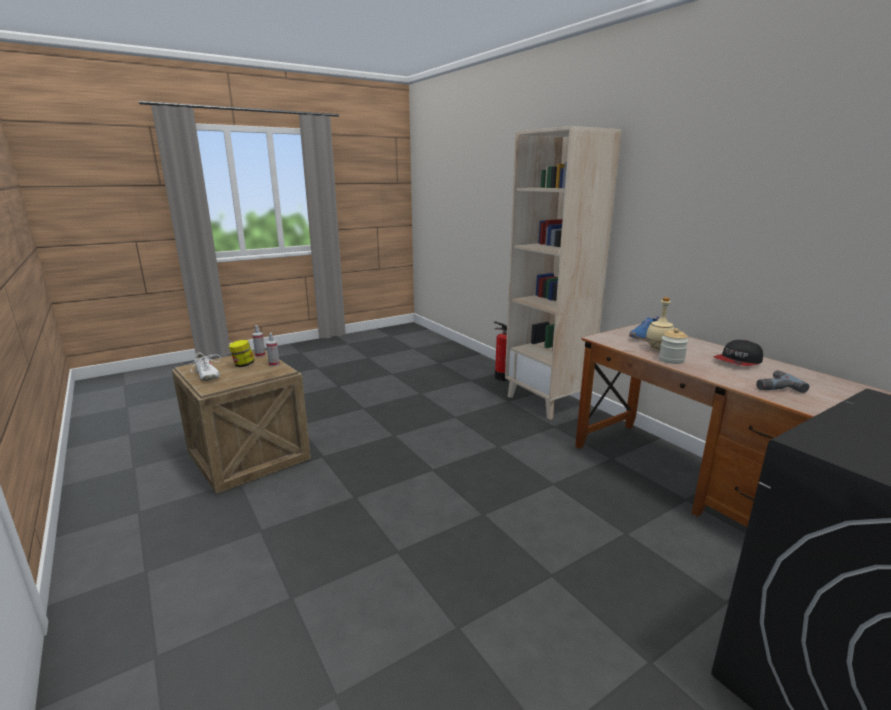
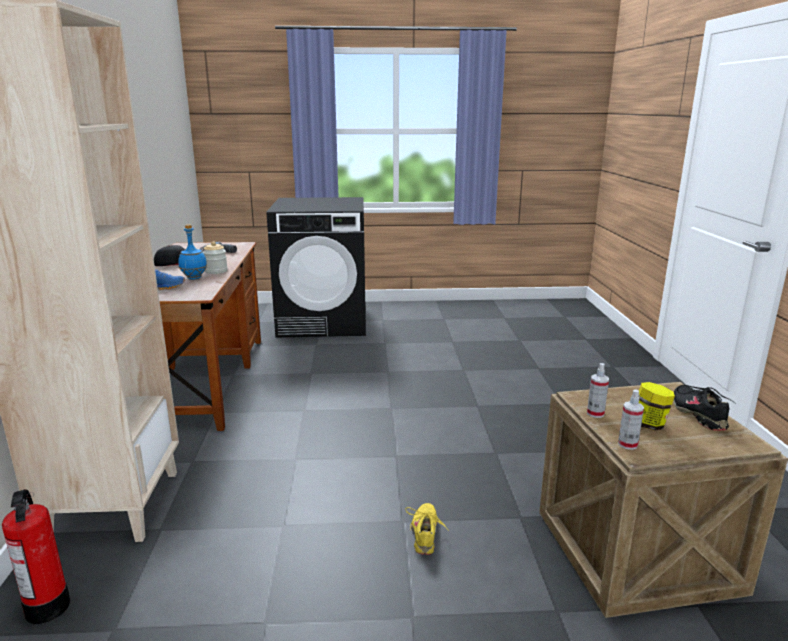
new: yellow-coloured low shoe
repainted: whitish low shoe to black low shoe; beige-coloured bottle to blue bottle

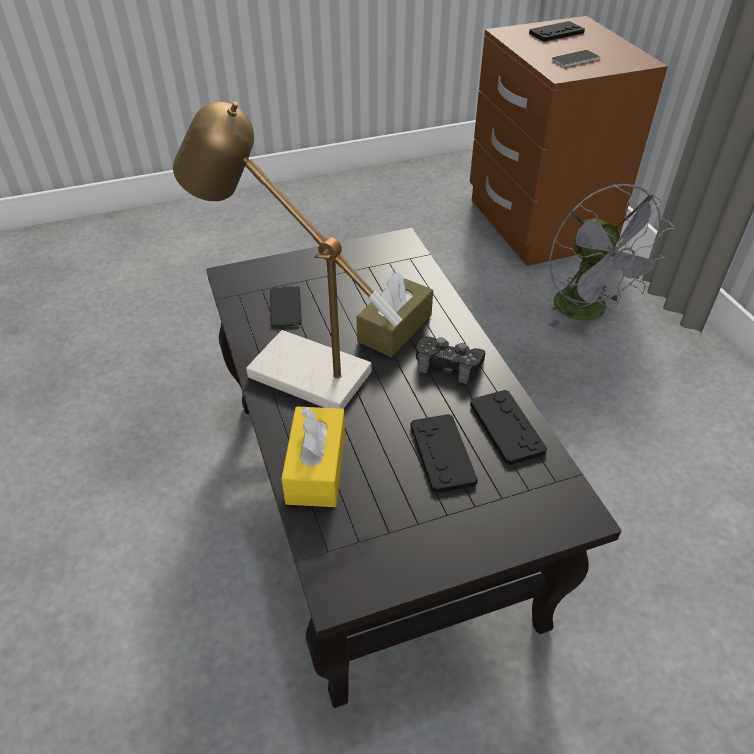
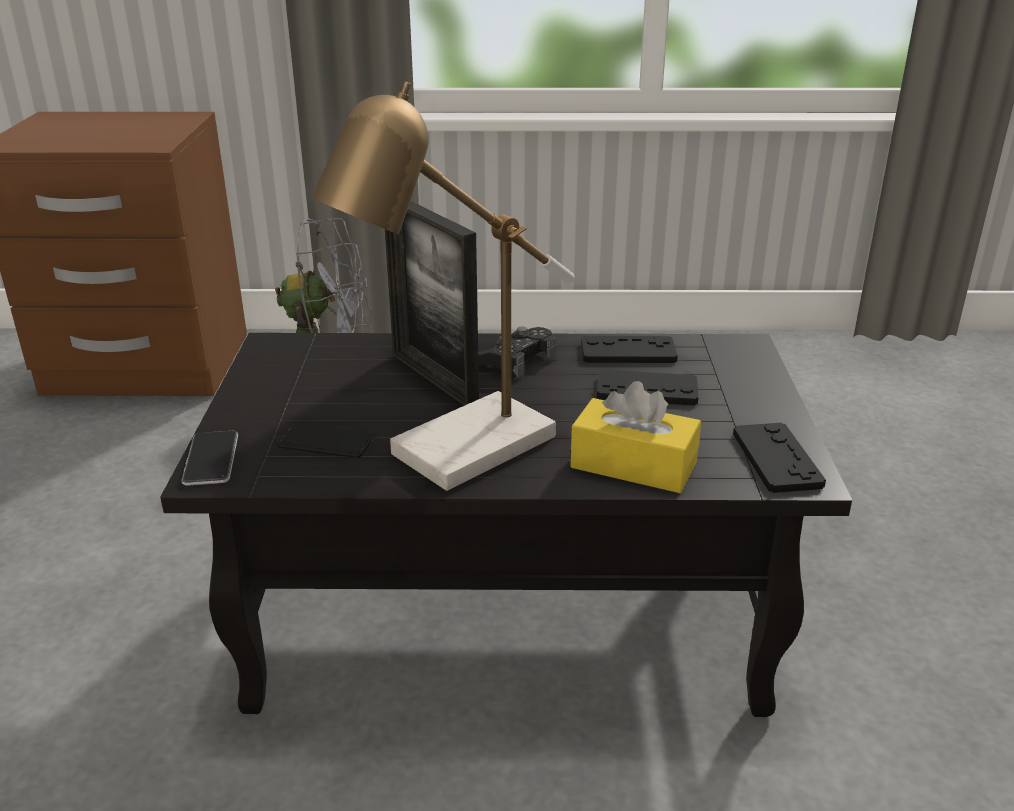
shifted: black game controller (no. 4 from left); phone (no. 2 from left in the first image) to phone (no. 1 from left)
swapped: brown-coloured tissue holder to standing frame

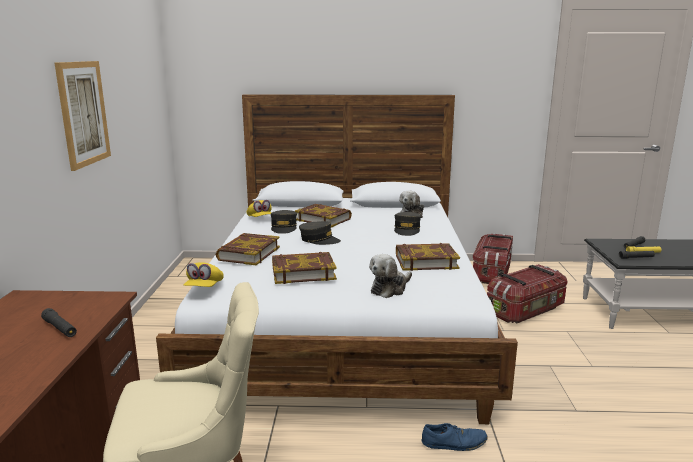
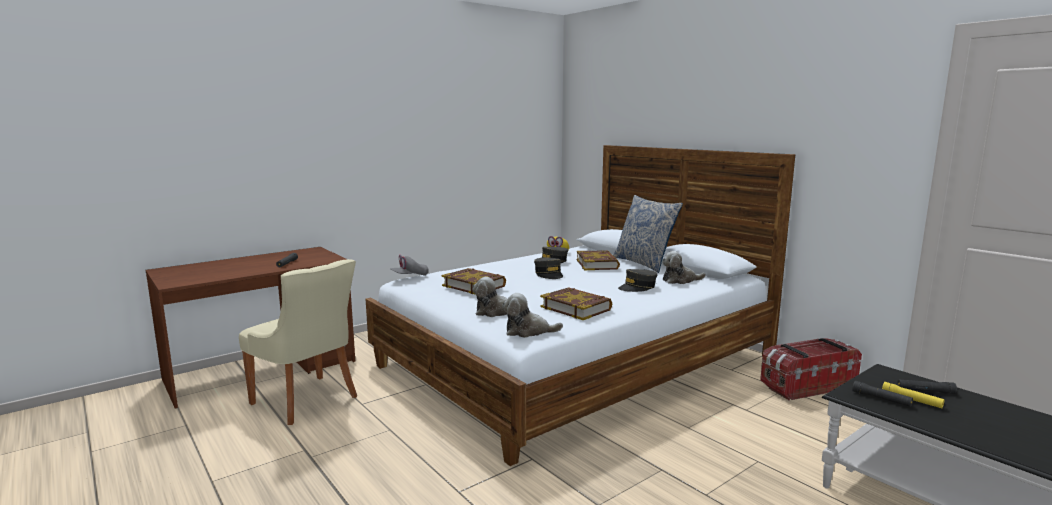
gone: wall picture; book (no. 1 from left); blue low shoe; storage container (no. 2 from left)
new: plush toy (no. 2 from left); pillow
repainted: yellow-coloured baseball cap (no. 1 from left) to grey baseball cap (no. 1 from left)

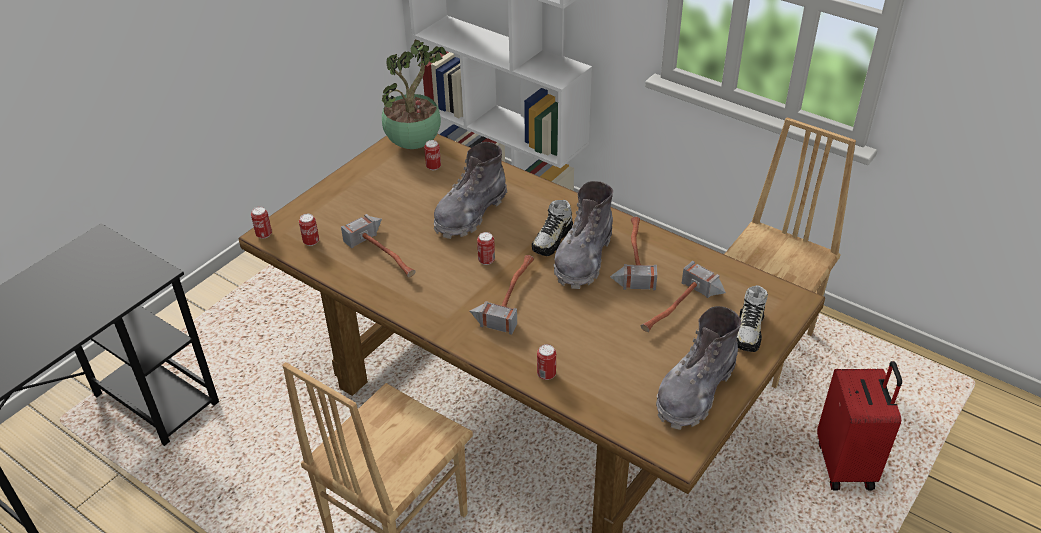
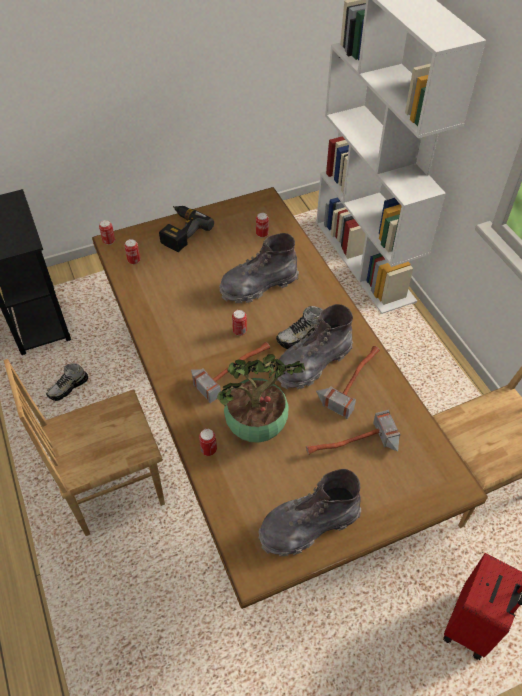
gone: hammer (no. 1 from left)
new: power drill
shifted: houseplant; low shoe (no. 2 from left in the first image) to low shoe (no. 1 from left)

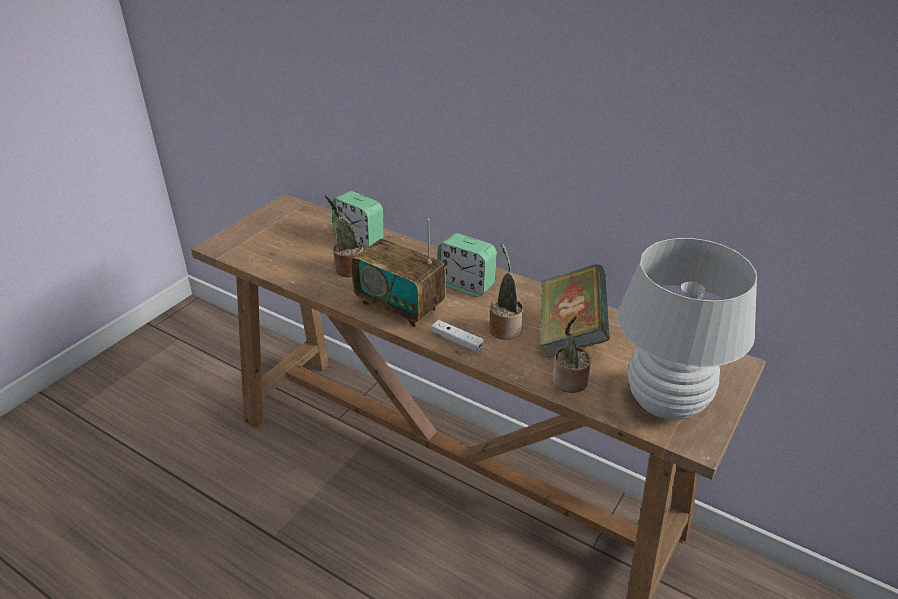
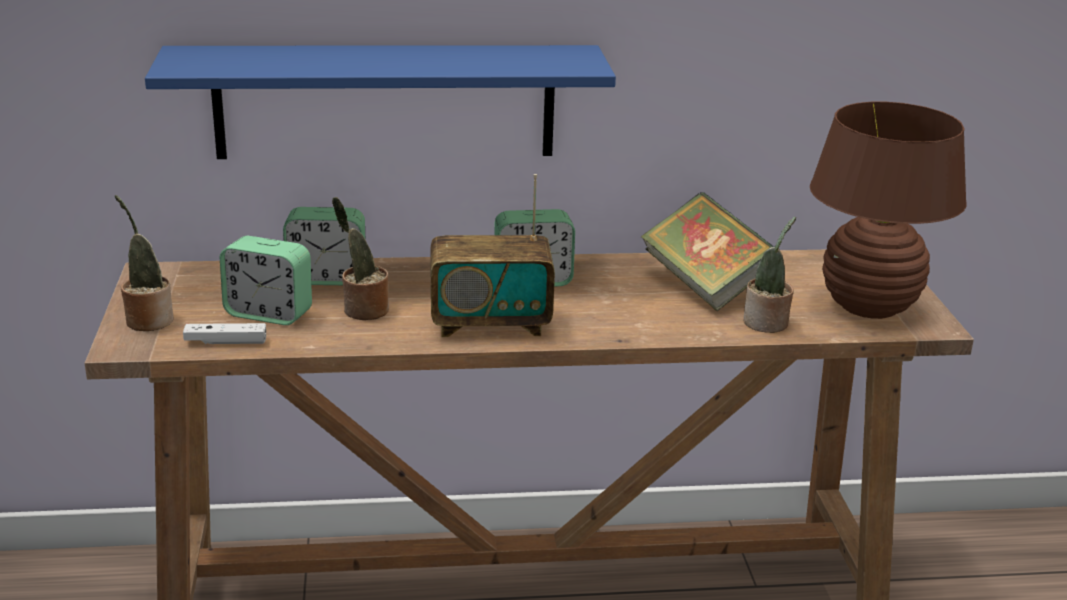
new: blue wall shelf; bedside clock (no. 1 from left)
shifted: whitish game controller; houseplant (no. 2 from left in the first image) to houseplant (no. 1 from left)
repainted: whitish lamp for a table to brown-coloured lamp for a table

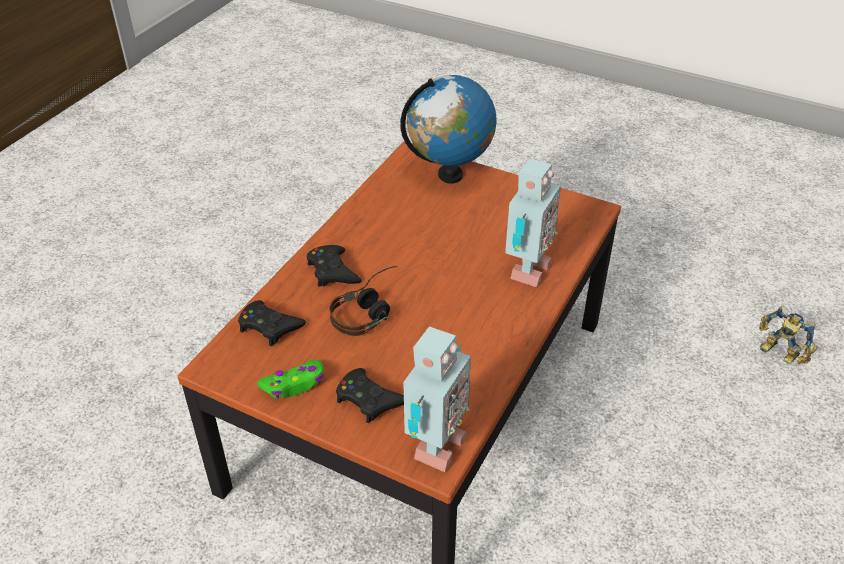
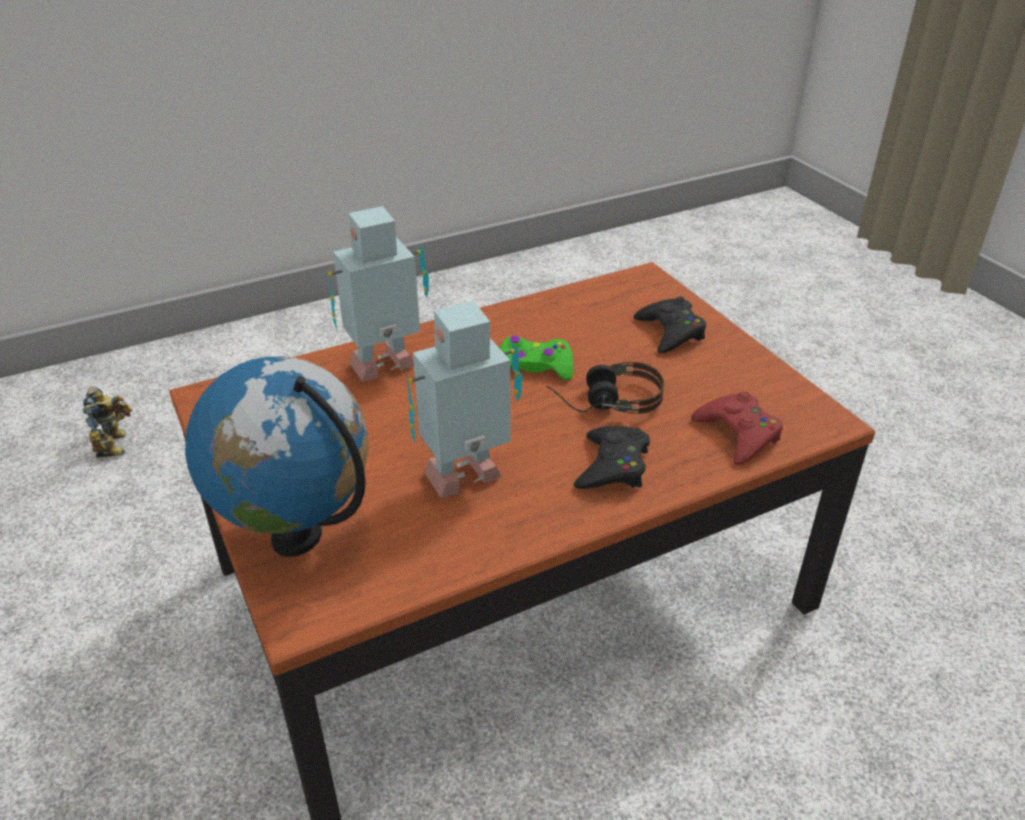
shifted: green-coloured game controller; robot figure (no. 1 from left in the first image) to robot figure (no. 3 from left)
repainted: black game controller (no. 1 from left) to red-coloured game controller

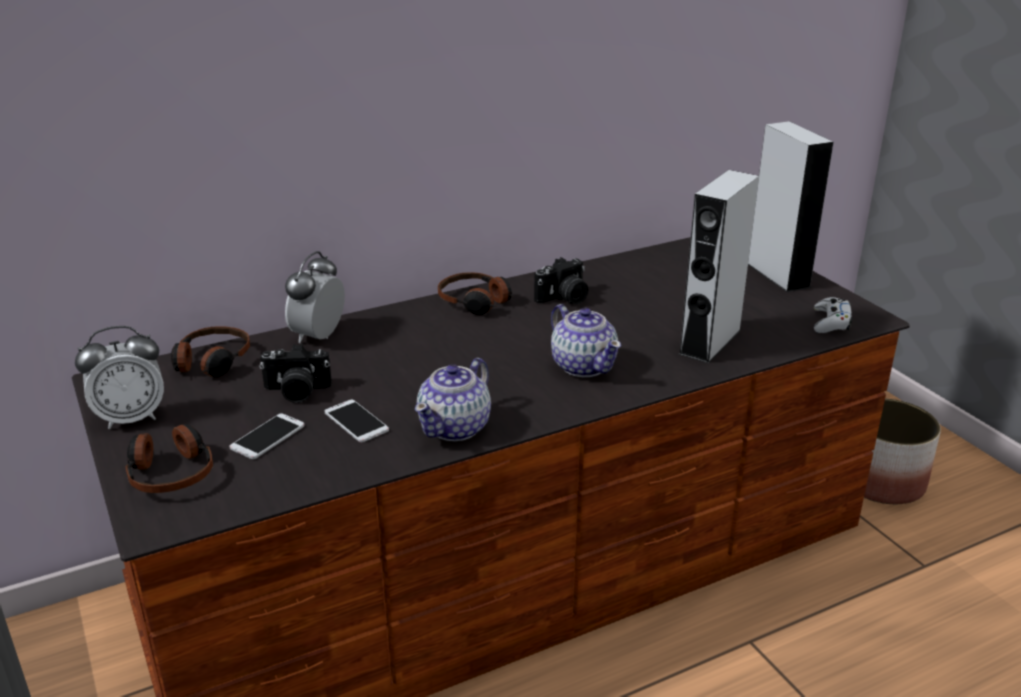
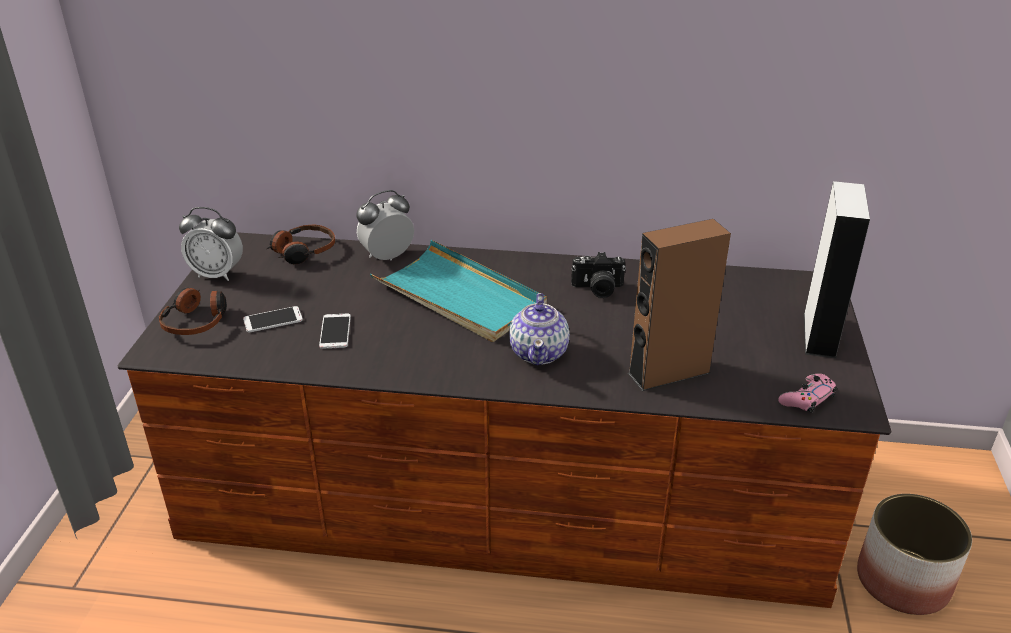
gone: photo camera (no. 1 from left); tea pot (no. 1 from left); headphones (no. 3 from left)
new: turquoise-coloured carrying tray
repainted: grey loudspeaker (no. 1 from left) to brown-coloured loudspeaker; whitish game controller to pink game controller

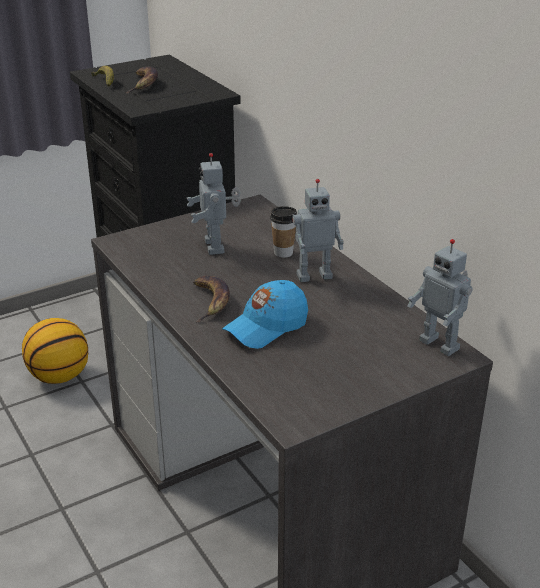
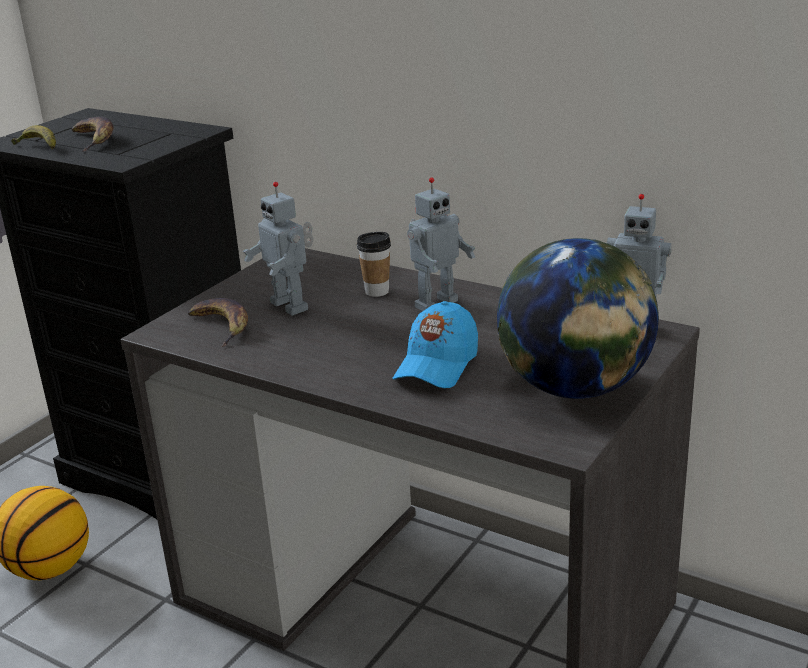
new: desk globe
shifted: whole banana (no. 3 from left)

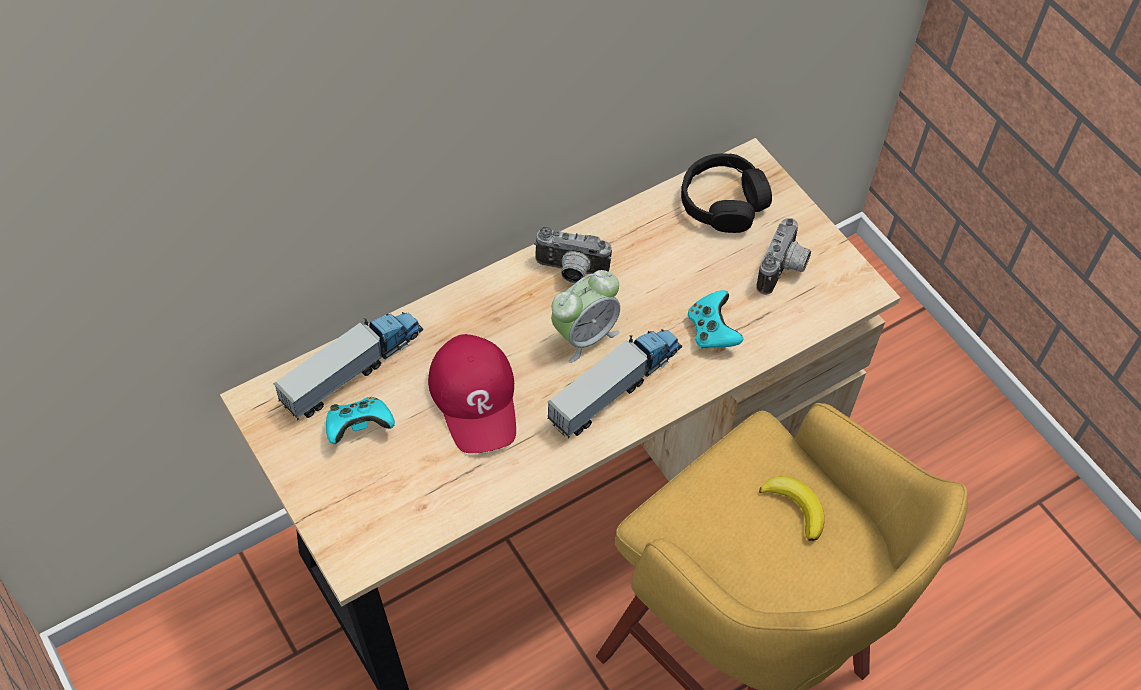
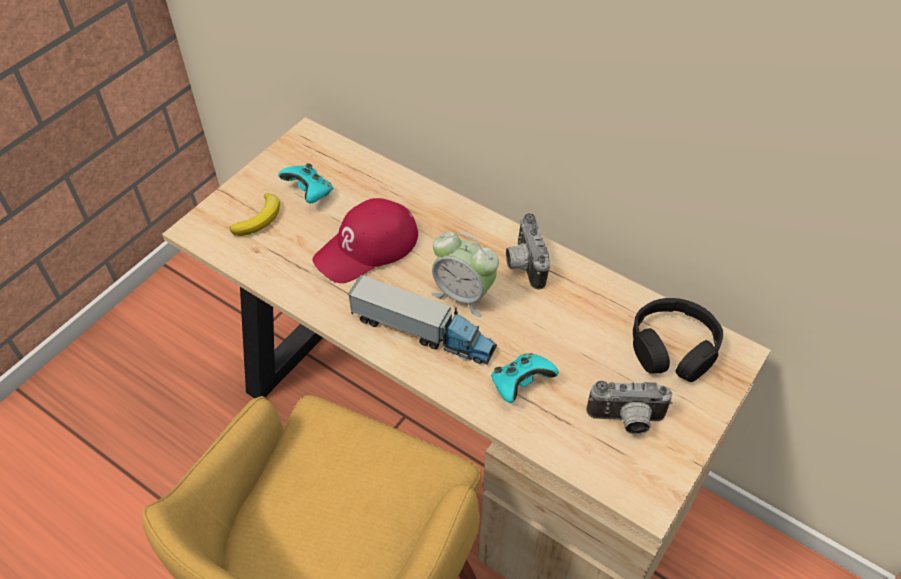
gone: toy truck (no. 1 from left)
shifted: whole banana

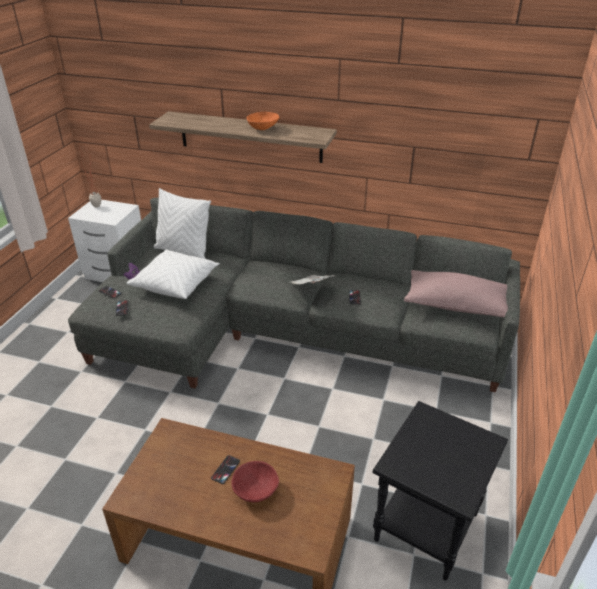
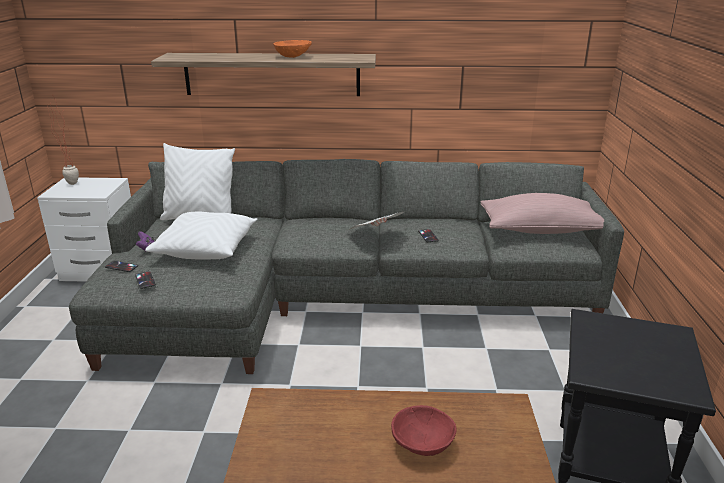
gone: phone (no. 3 from left)

